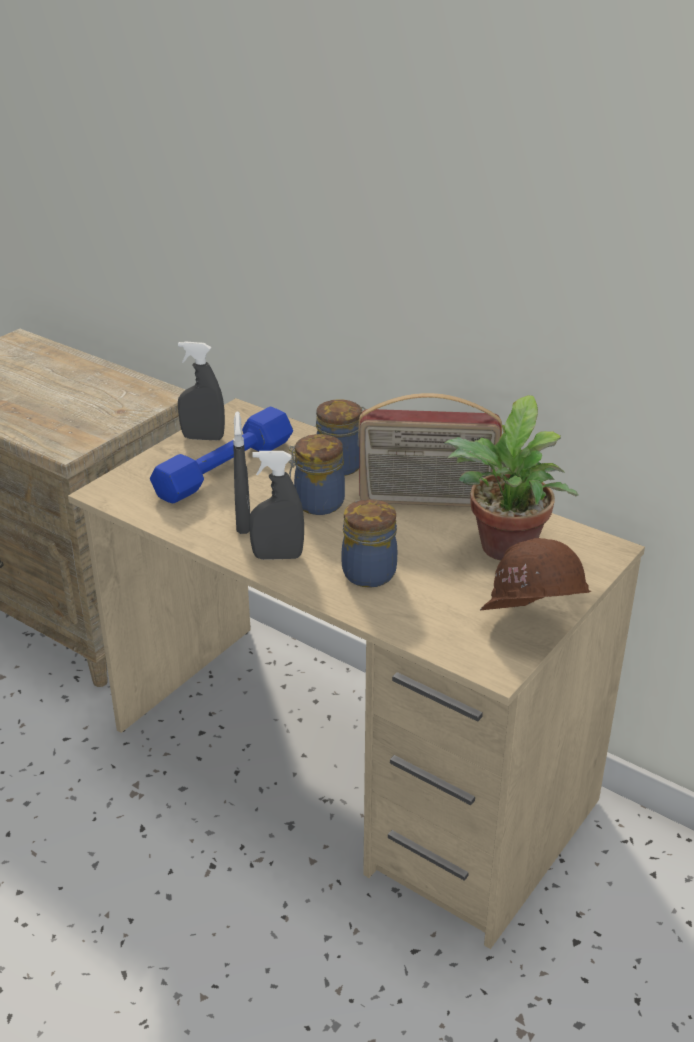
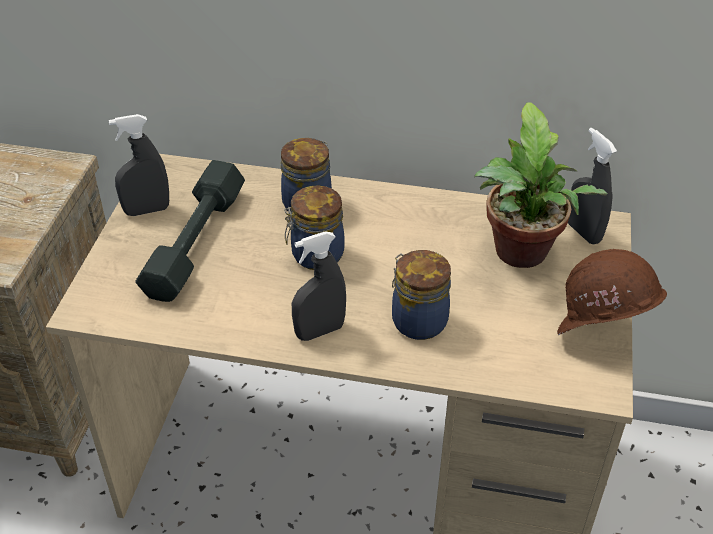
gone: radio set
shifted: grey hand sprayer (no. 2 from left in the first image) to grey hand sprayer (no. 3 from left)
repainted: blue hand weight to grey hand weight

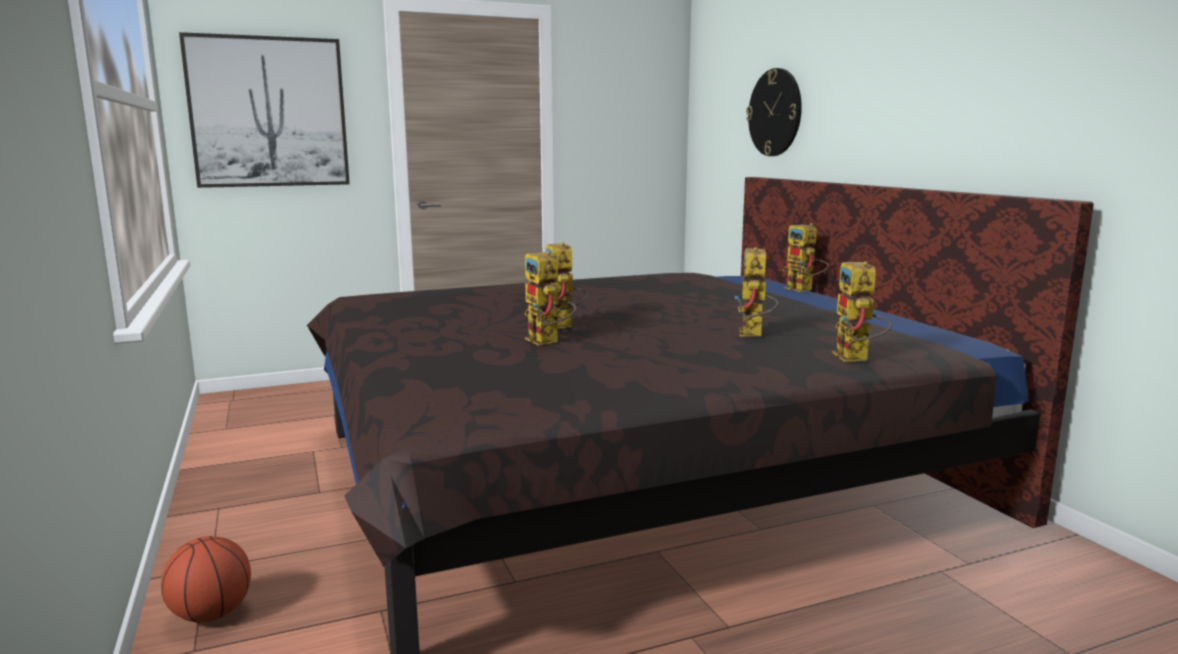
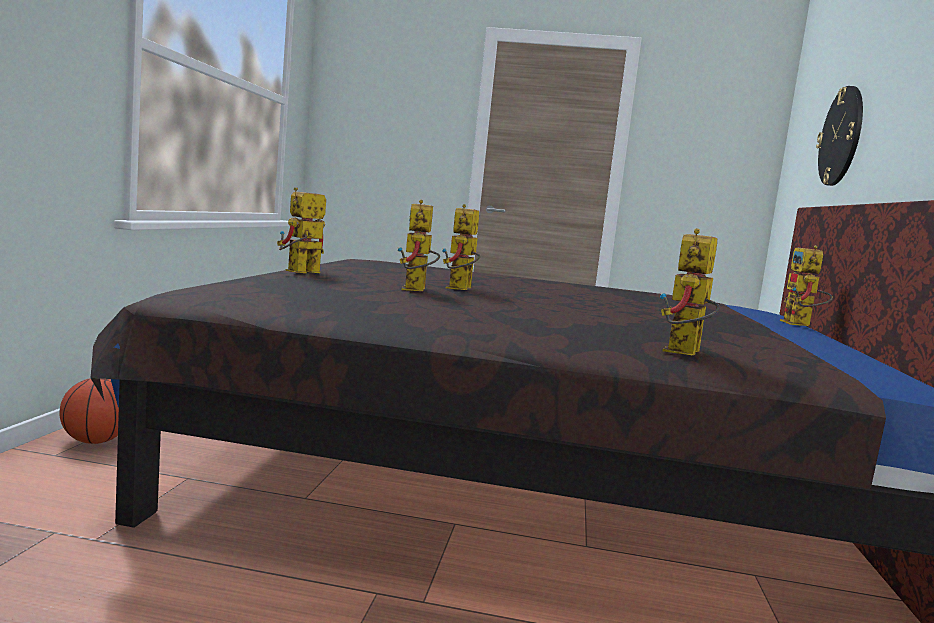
gone: wall picture
shifted: robot figure (no. 3 from left in the first image) to robot figure (no. 1 from left)

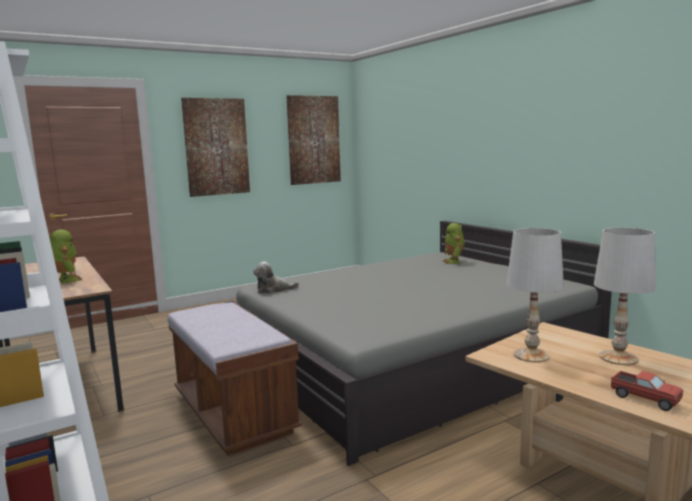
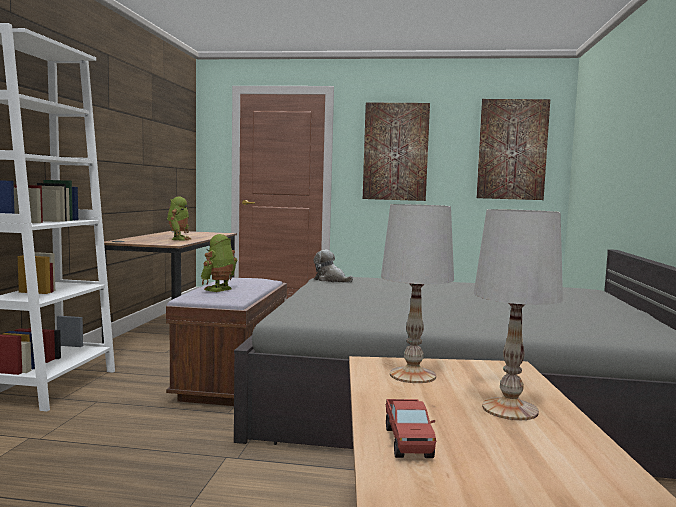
shifted: robot figure (no. 2 from left)

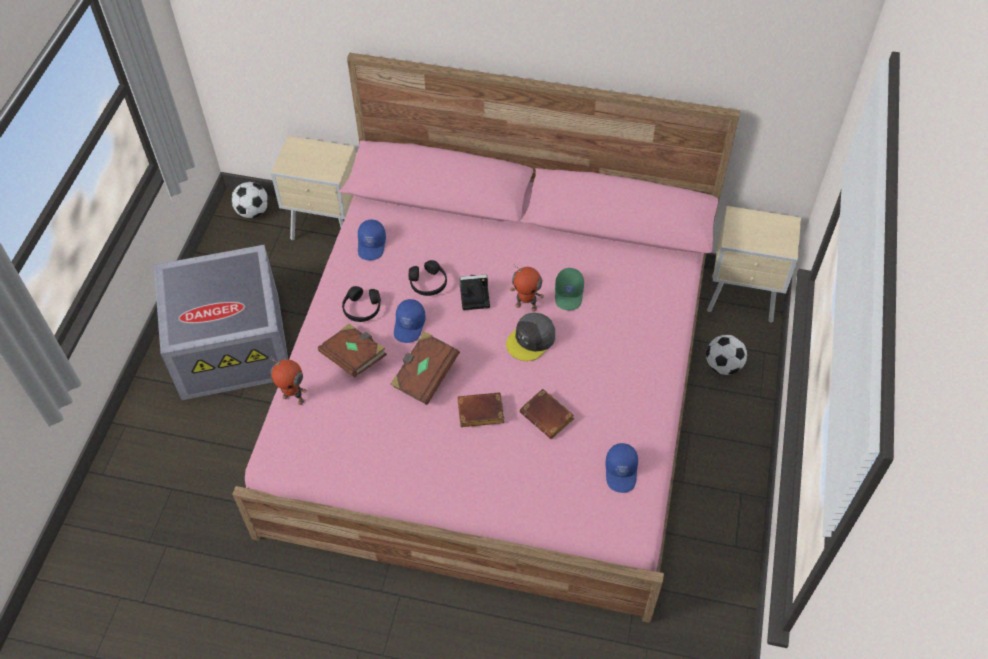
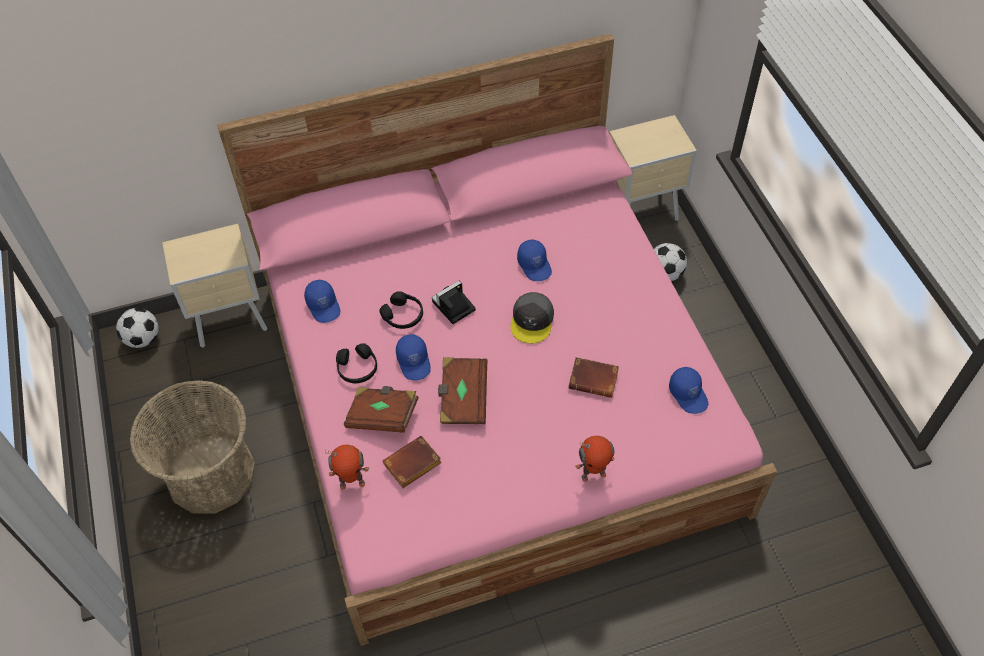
shifted: brown-coloured book (no. 3 from left in the first image) to brown-coloured book (no. 2 from left); robot figure (no. 2 from left)
swapped: grey storage container to basket
repainted: green-coloured baseball cap to blue baseball cap (no. 3 from left)

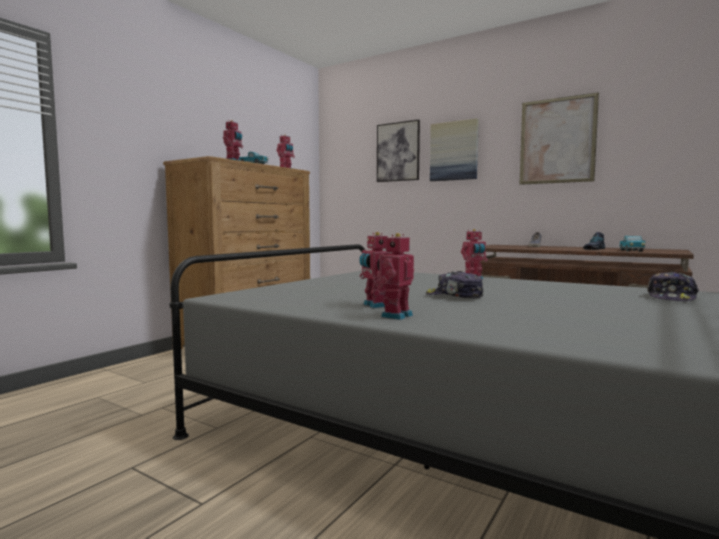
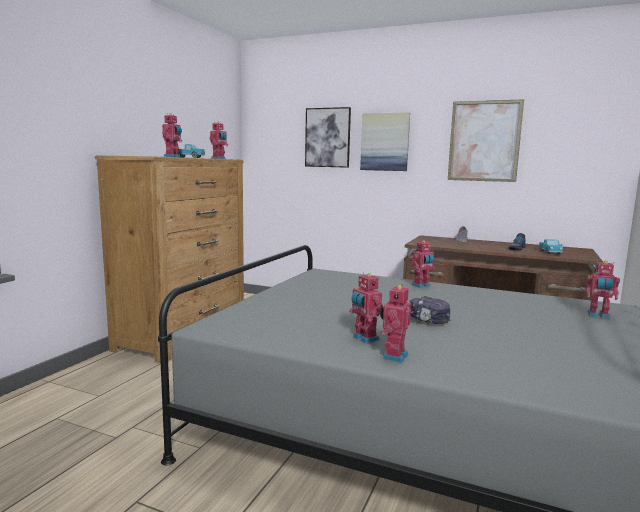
swapped: baseball cap (no. 2 from left) to robot figure (no. 6 from left)

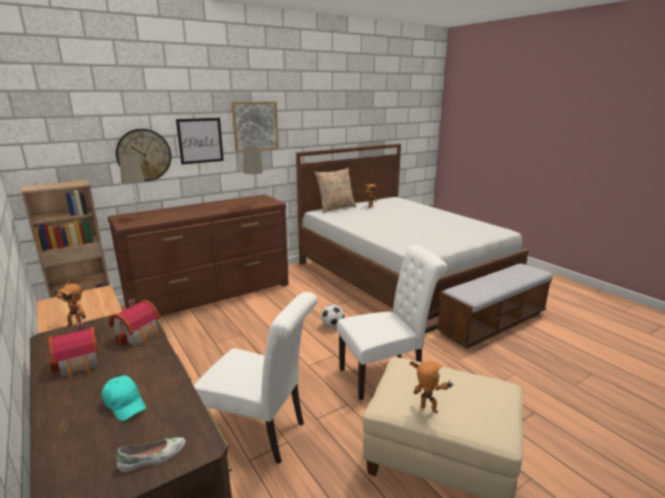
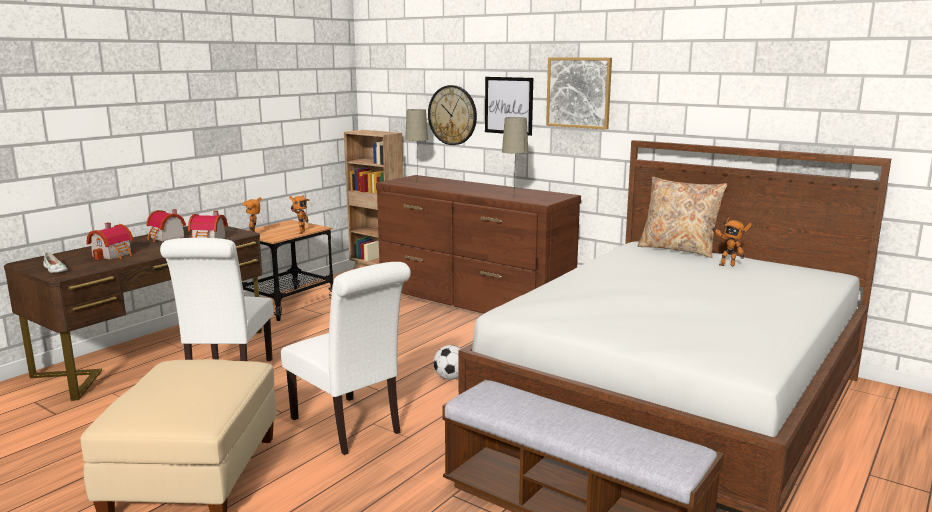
shifted: robot figure (no. 3 from left in the first image) to robot figure (no. 2 from left)
swapped: turquoise-coloured baseball cap to toy house (no. 1 from left)

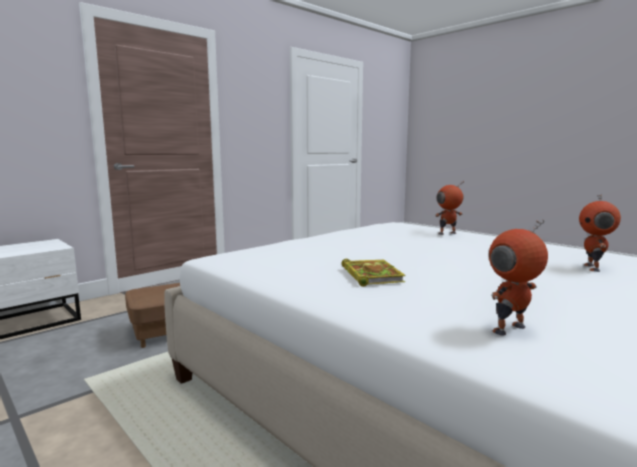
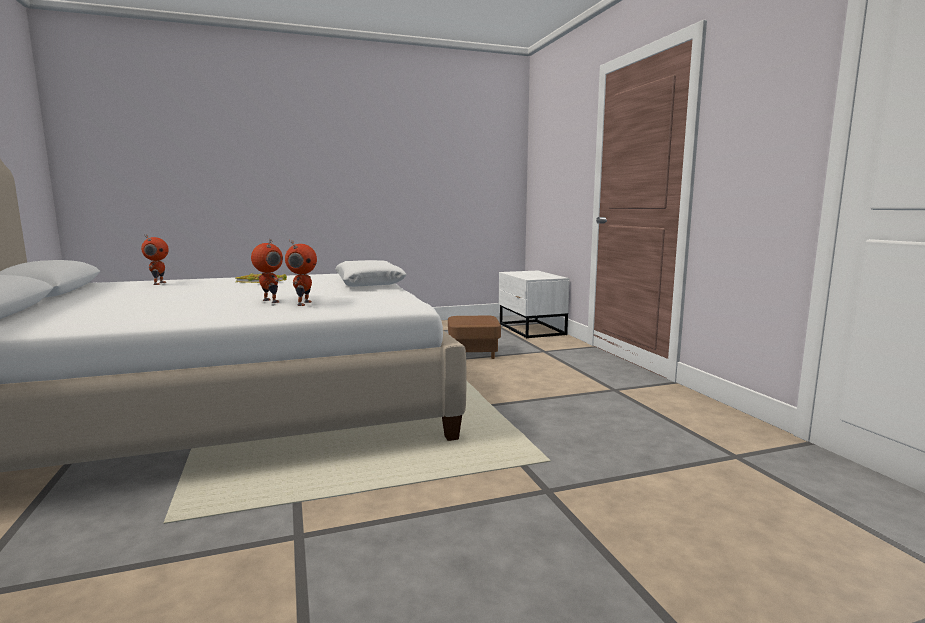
new: whitish pillow
shifted: robot figure (no. 3 from left in the first image) to robot figure (no. 2 from left)

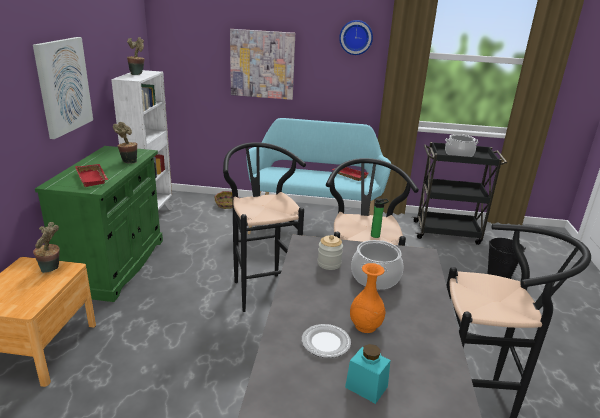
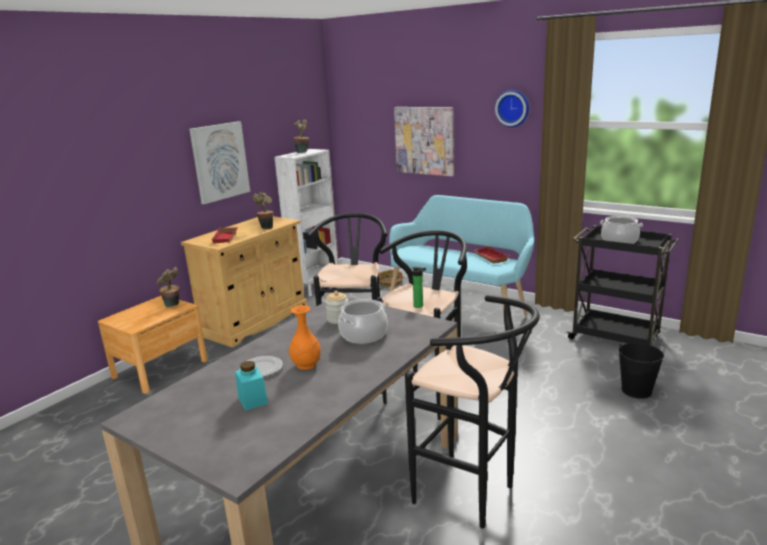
repainted: green-coloured cupboard to beige-coloured cupboard

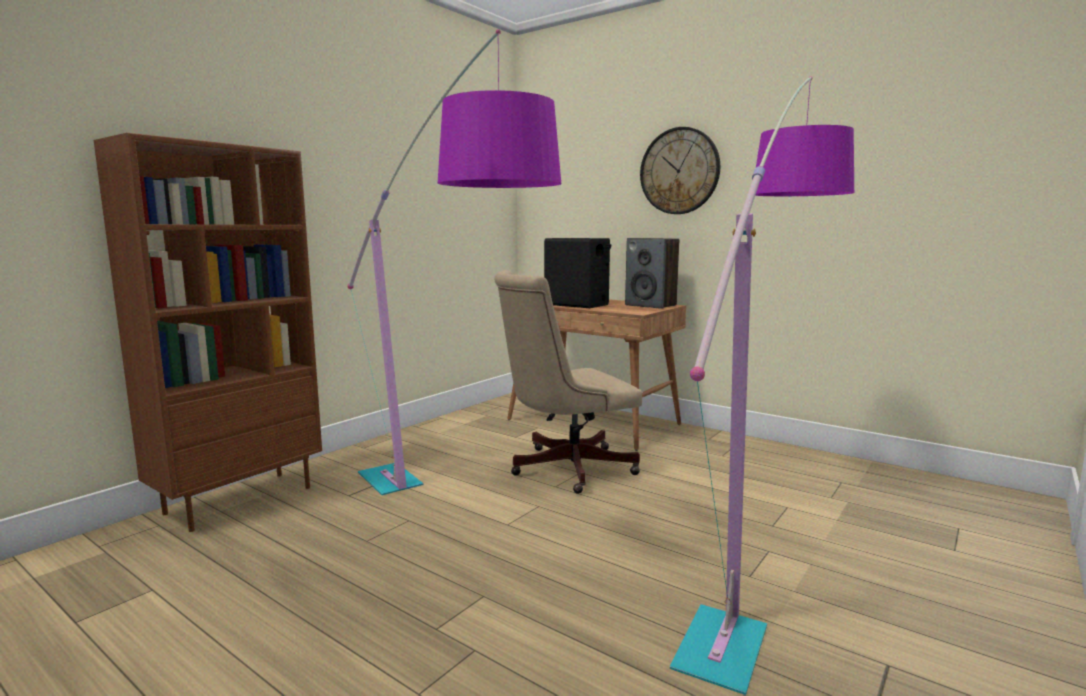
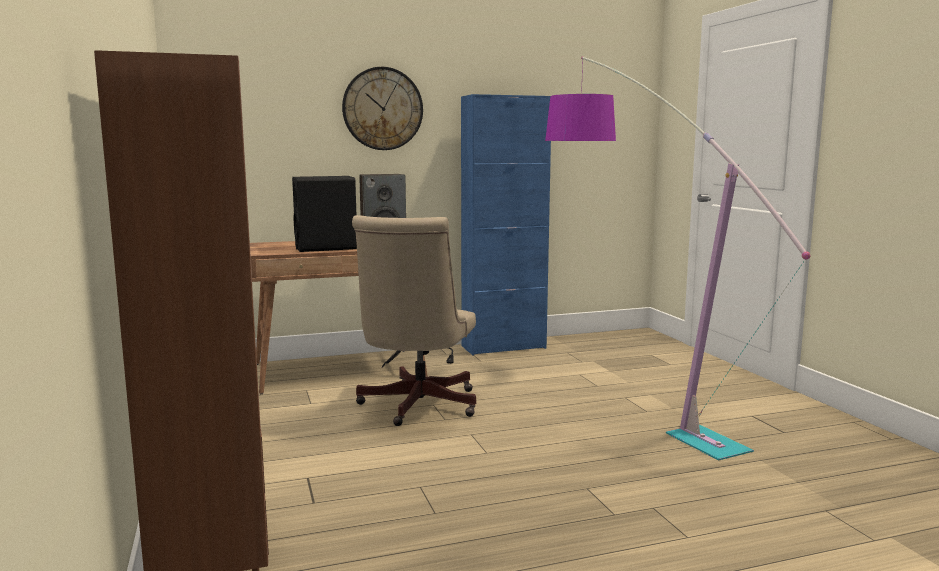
gone: standard lamp (no. 1 from left)
new: blue cupboard

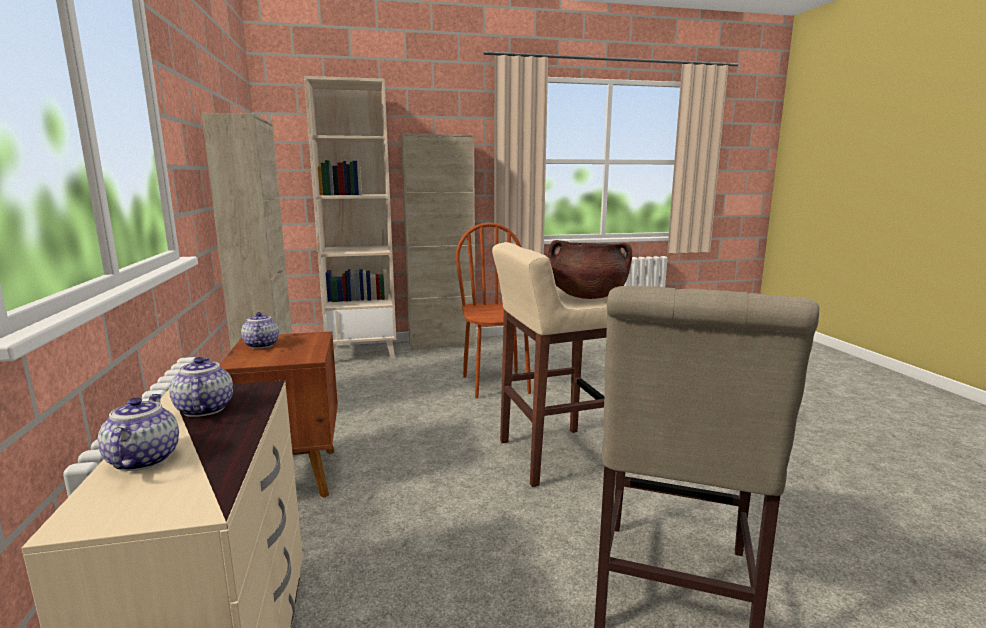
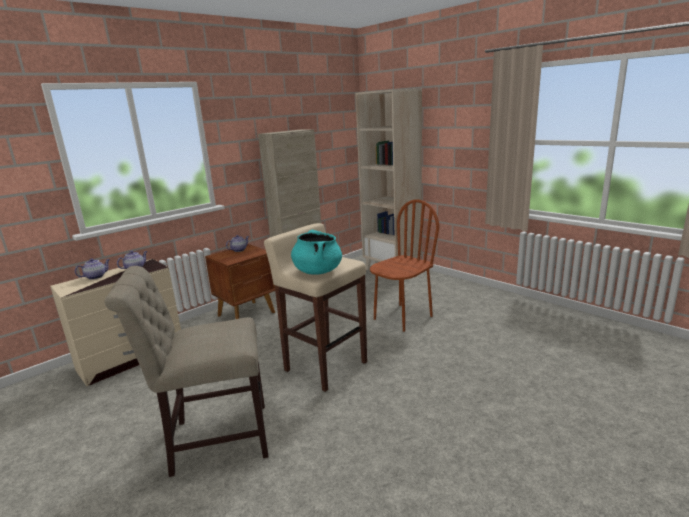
gone: beige-coloured cupboard (no. 2 from left)
repainted: brown-coloured stockpot to turquoise-coloured stockpot

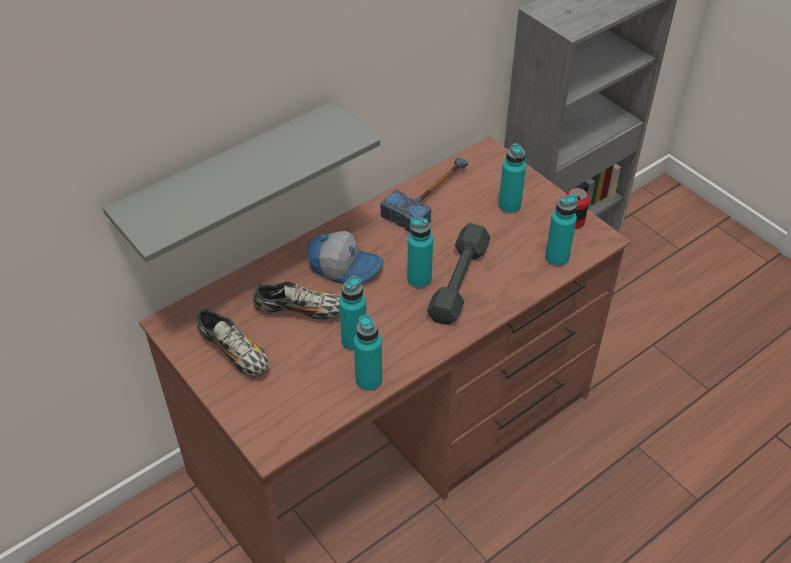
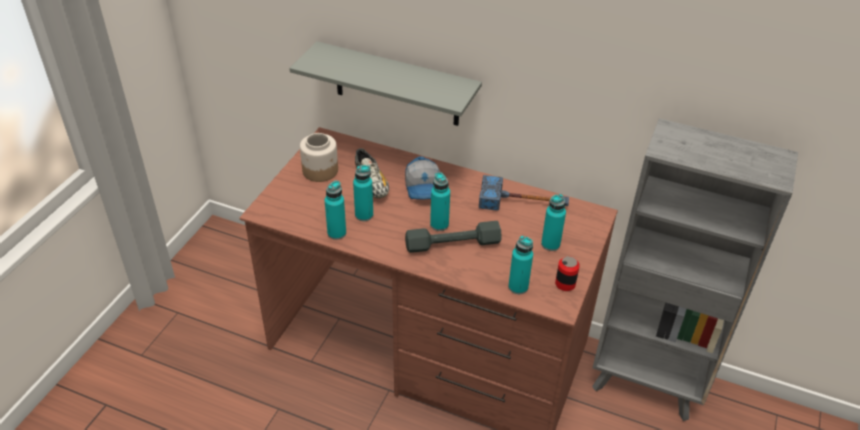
swapped: low shoe (no. 1 from left) to storage jar

